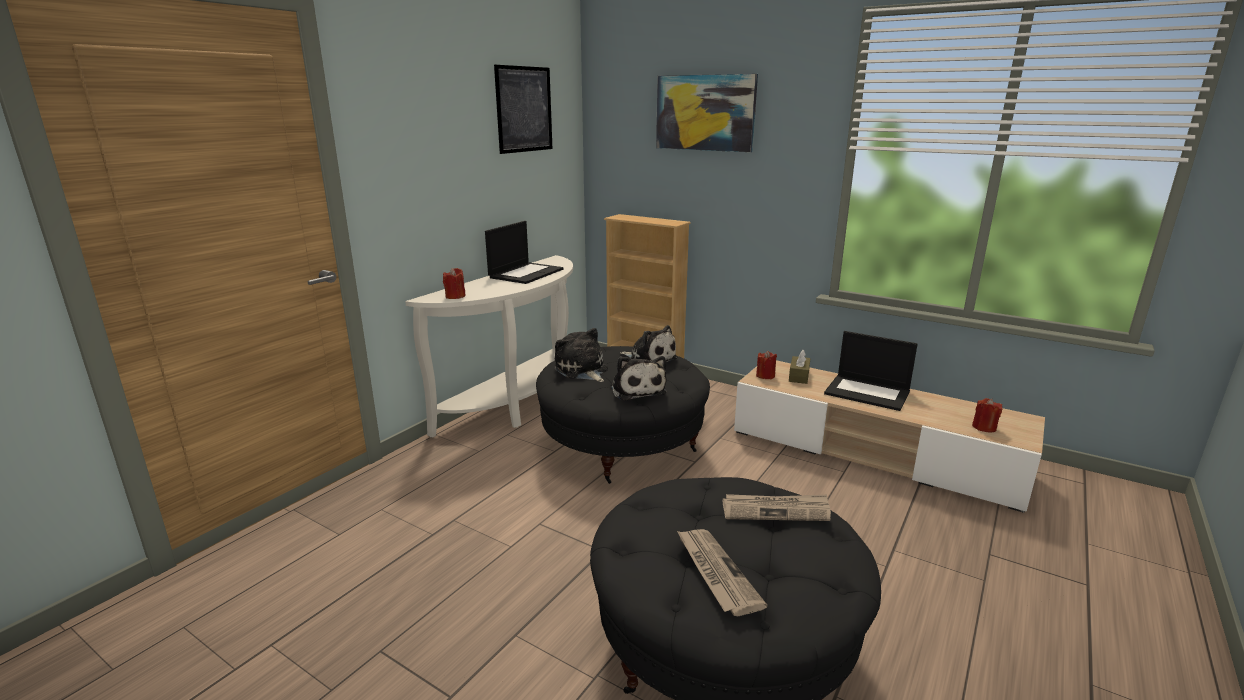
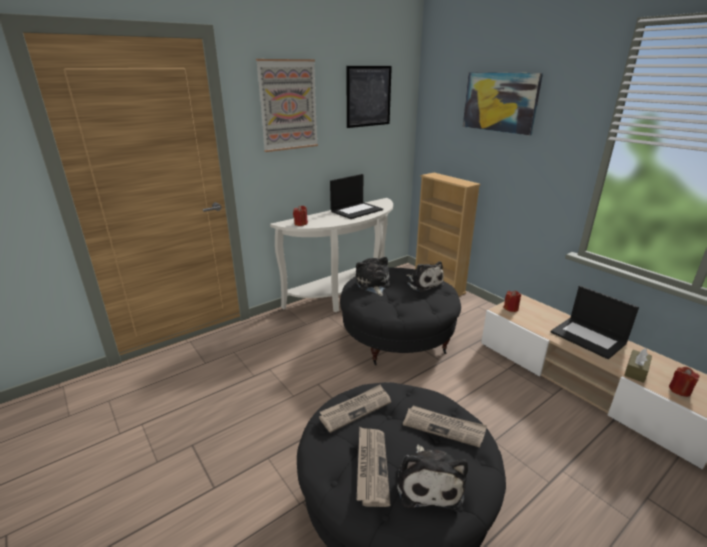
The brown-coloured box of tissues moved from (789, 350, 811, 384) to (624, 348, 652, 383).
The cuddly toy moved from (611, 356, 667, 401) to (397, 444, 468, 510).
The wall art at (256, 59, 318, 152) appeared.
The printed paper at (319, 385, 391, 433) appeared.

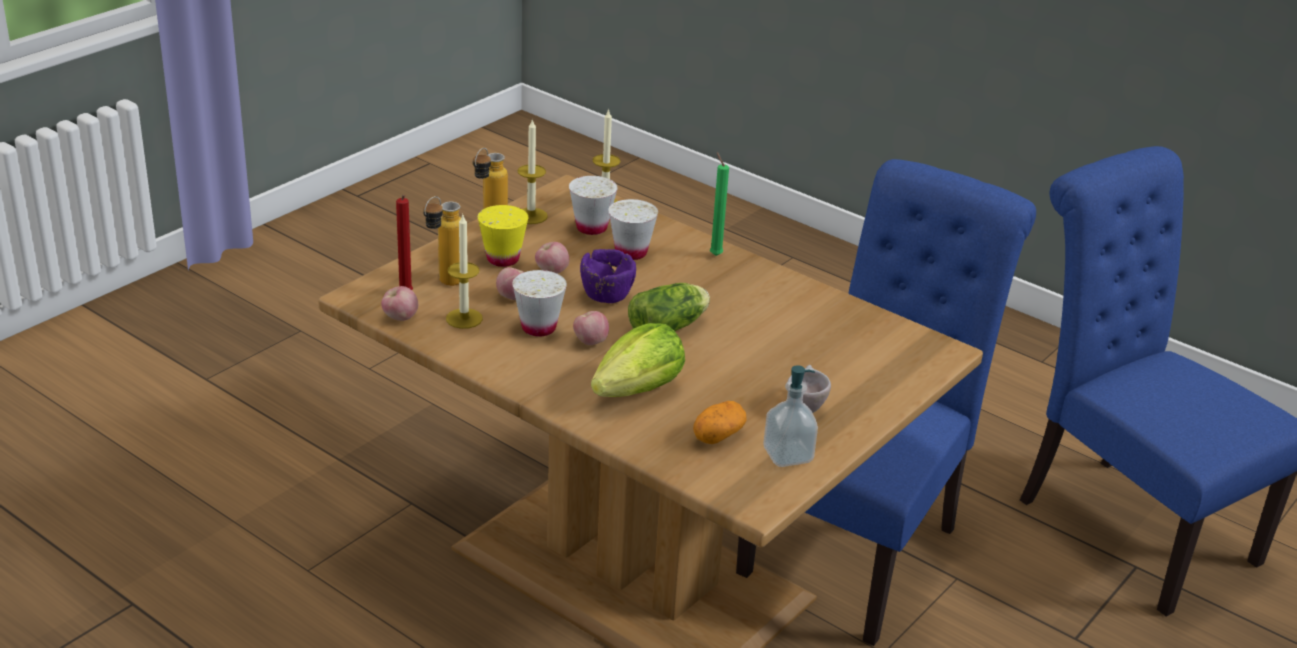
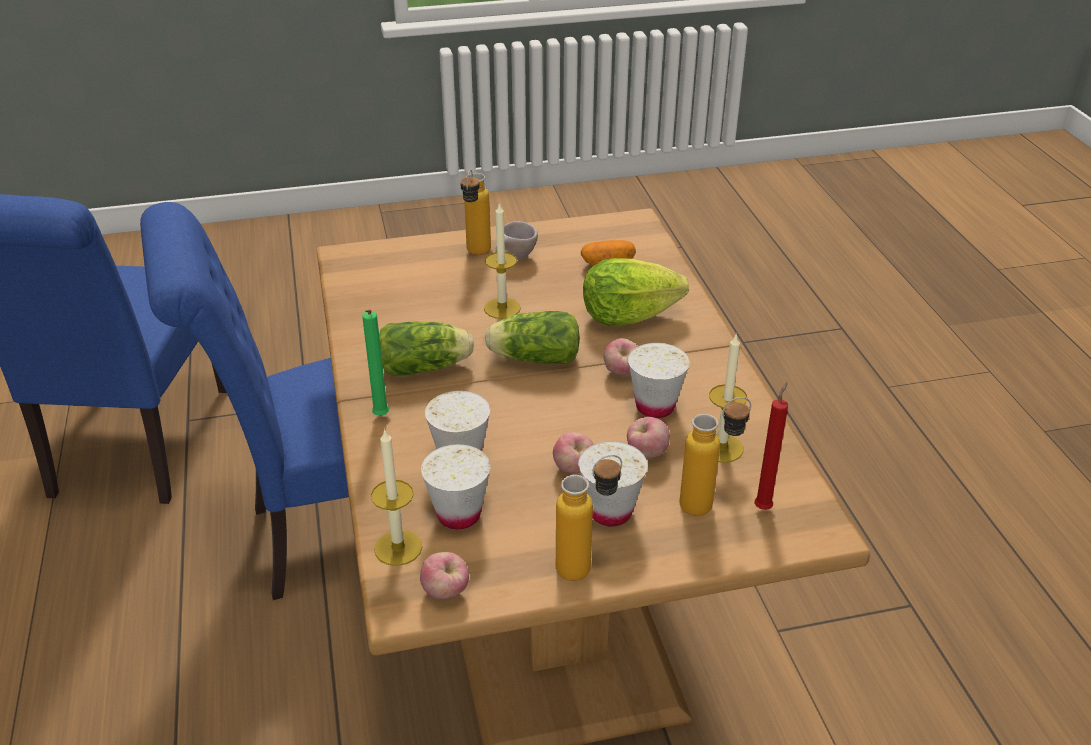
The candle moved from (518, 118, 548, 224) to (484, 202, 521, 319).
The yellow-coloured small cup at (478, 205, 528, 267) became the white-coloured small cup at (578, 441, 648, 527).
The purplish serving bowl at (580, 249, 636, 303) disappeared.
The whole apple moved from (381, 286, 418, 321) to (420, 552, 469, 599).
The soap bottle at (763, 365, 818, 467) disappeared.
The bottle at (460, 169, 491, 255) appeared.
The lettuce head at (379, 321, 474, 376) appeared.

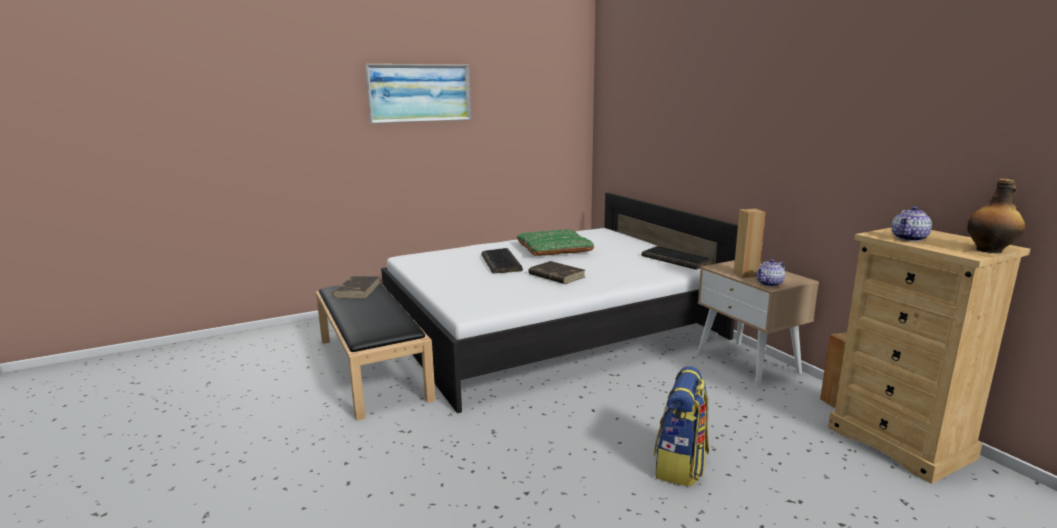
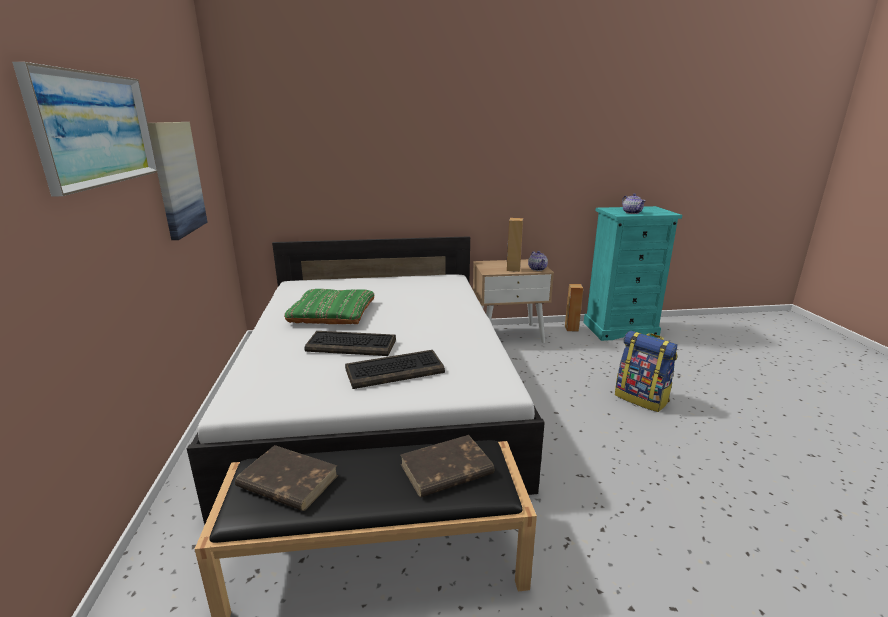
The bottle at (967, 179, 1025, 253) disappeared.
The beige chest of drawers at (828, 228, 1030, 484) became the turquoise chest of drawers at (584, 206, 682, 341).
The computer keyboard moved from (641, 246, 714, 270) to (345, 350, 445, 389).
The brown-coloured book moved from (528, 261, 585, 284) to (400, 435, 495, 497).
The wall art at (148, 122, 207, 240) appeared.

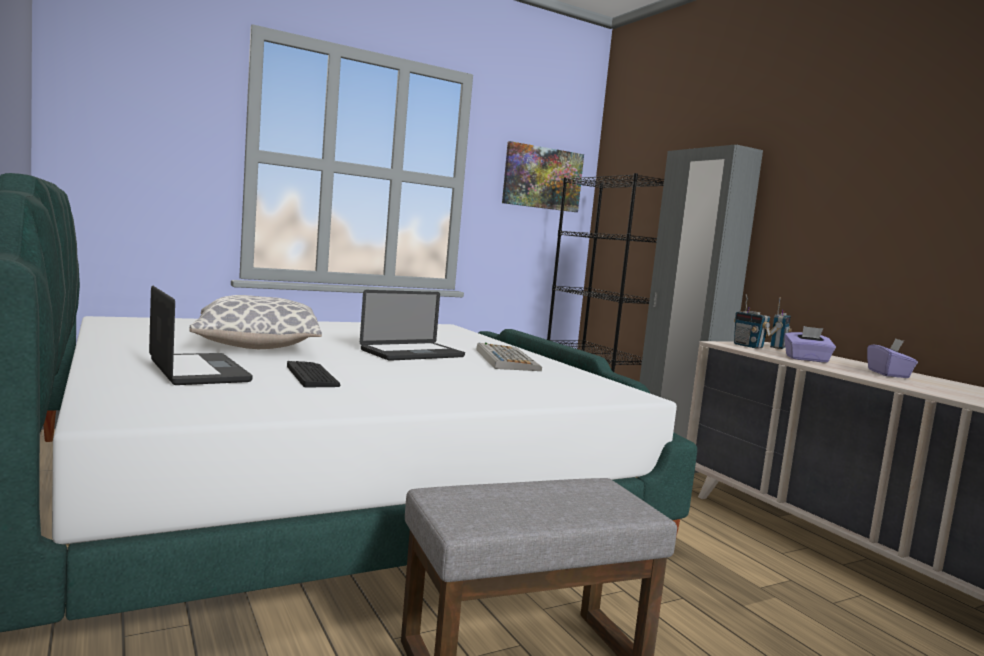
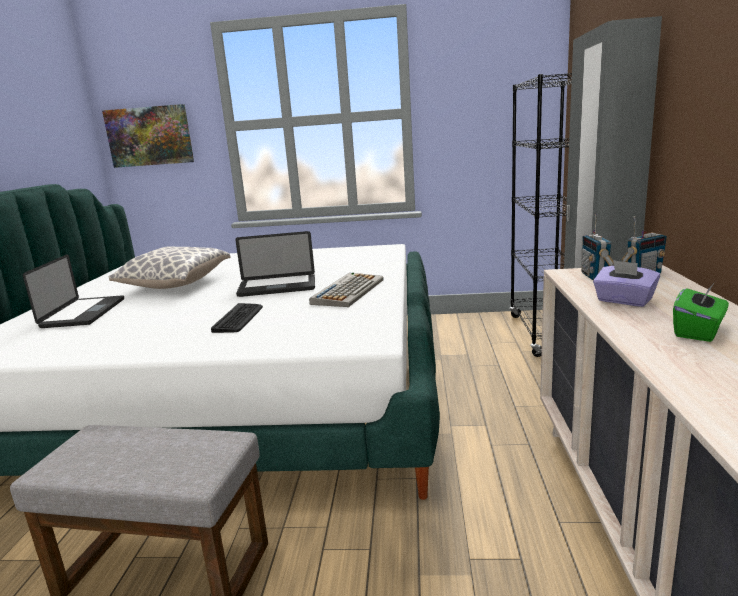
The wall art moved from (502, 141, 584, 212) to (102, 104, 194, 168).
The purplish box of tissues at (867, 339, 918, 378) became the green box of tissues at (673, 282, 729, 342).
The computer keyboard moved from (287, 361, 340, 387) to (211, 303, 263, 333).

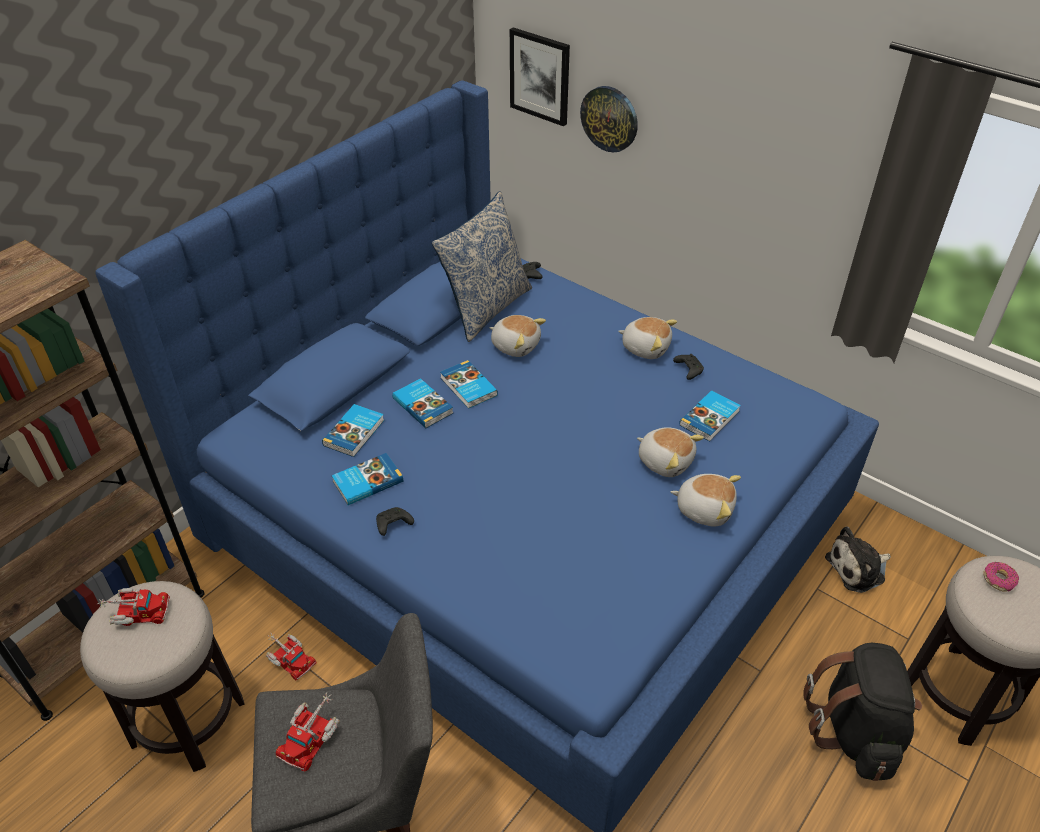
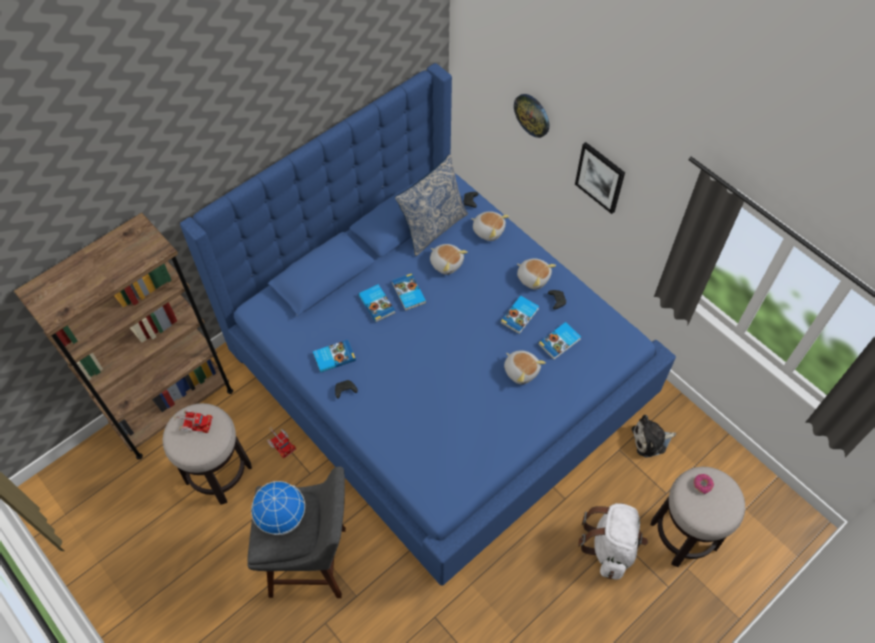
The wall art moved from (510, 27, 570, 126) to (575, 142, 625, 214).
The book moved from (322, 404, 384, 457) to (500, 296, 539, 334).
The cuddly toy moved from (670, 474, 741, 526) to (471, 211, 509, 241).
The black knapsack at (803, 643, 922, 781) became the white-coloured knapsack at (578, 503, 648, 580).
The model truck at (276, 693, 340, 771) was replaced by the world globe at (251, 481, 305, 535).

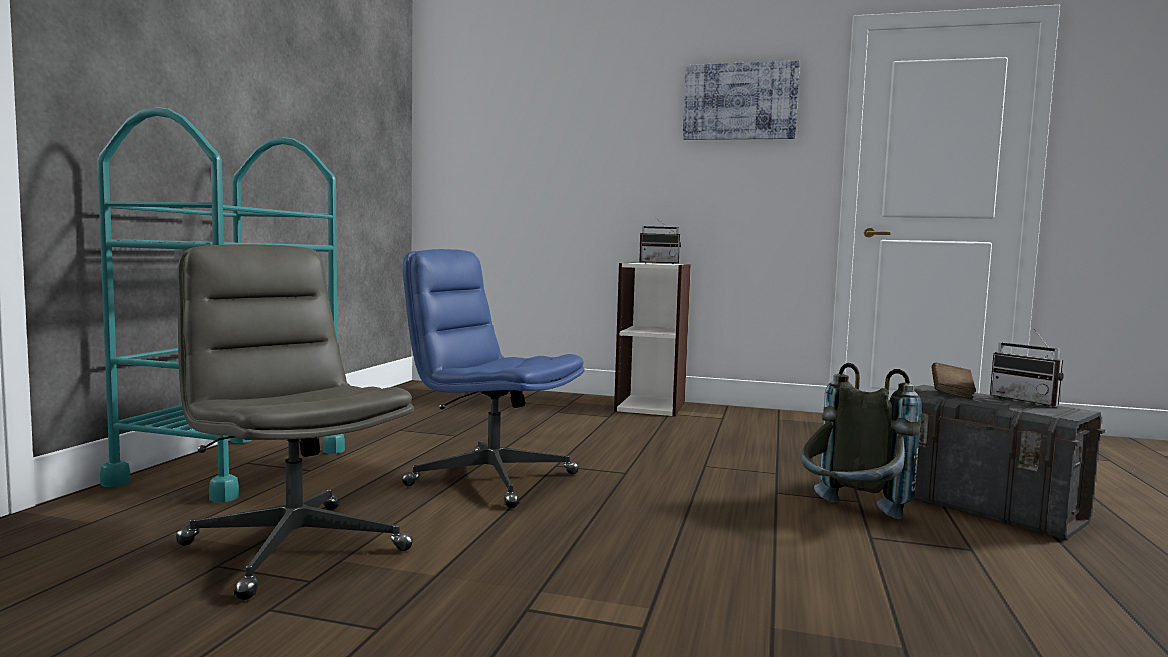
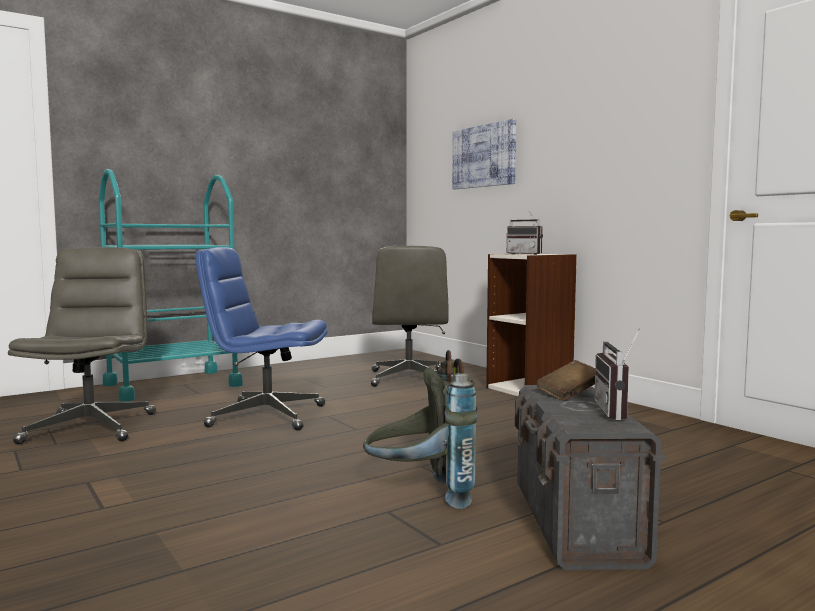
The wall art moved from (683, 61, 800, 140) to (452, 119, 516, 189).
The blue-coloured computer chair at (402, 249, 585, 508) turned 60 degrees counterclockwise.
The grey computer chair at (371, 246, 449, 387) appeared.

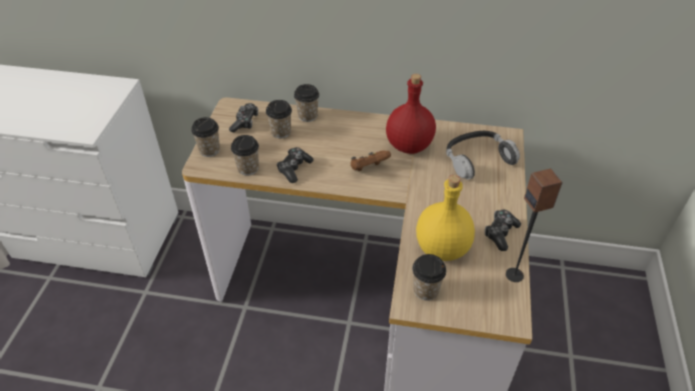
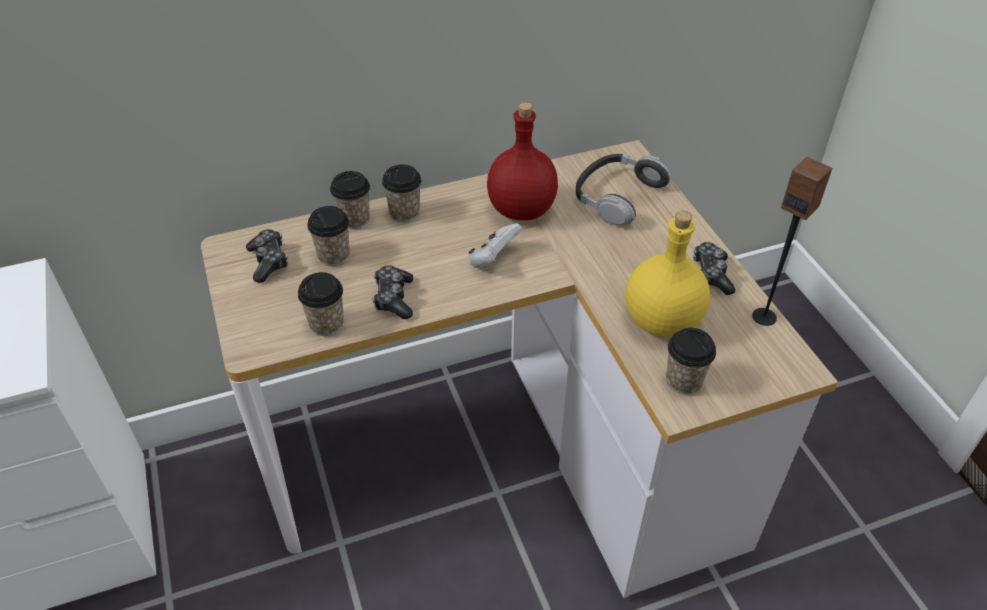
The small cup moved from (191, 117, 220, 157) to (382, 164, 422, 222).
The brown-coloured gamepad at (350, 151, 391, 171) became the white-coloured gamepad at (468, 223, 523, 268).

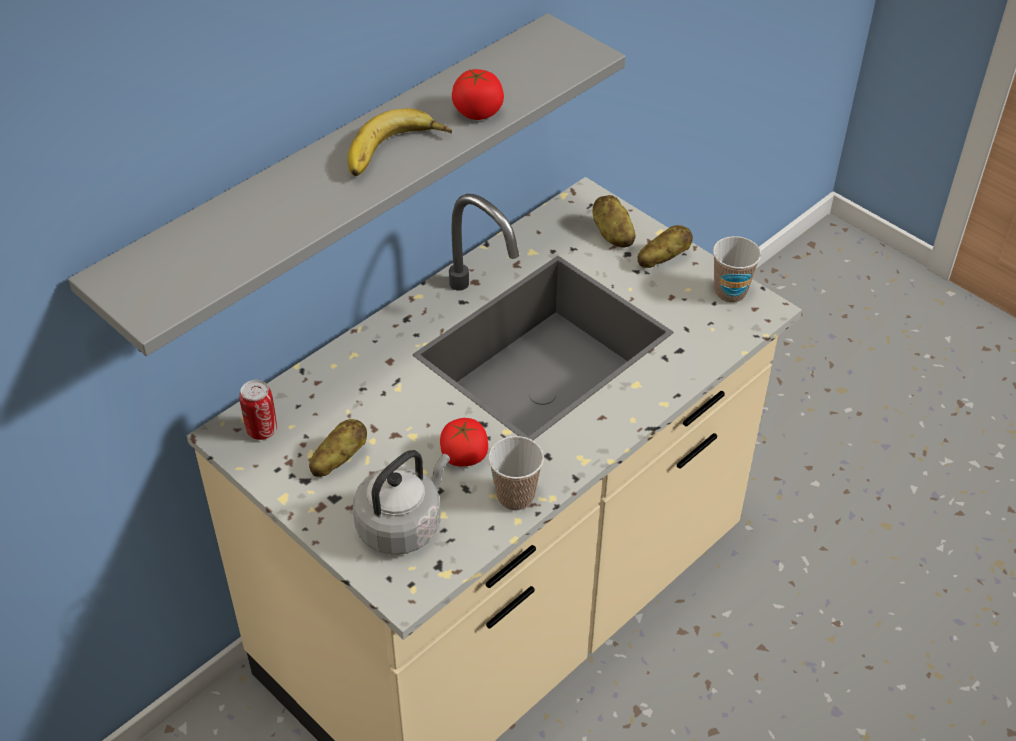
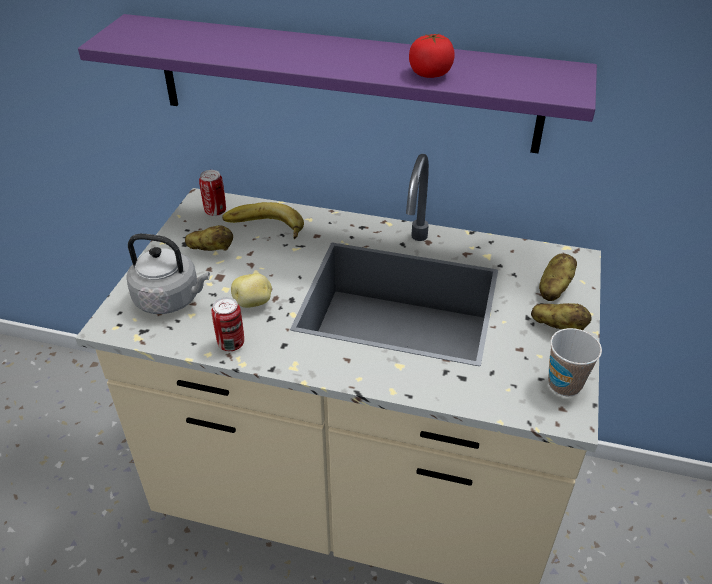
The grey wall shelf at (68, 13, 626, 356) became the purplish wall shelf at (78, 14, 597, 153).
The whole banana moved from (347, 108, 452, 176) to (222, 202, 304, 239).
The tomato at (440, 418, 488, 466) was replaced by the spud at (231, 273, 272, 308).
The small cup at (488, 436, 544, 511) was replaced by the sealed can at (211, 297, 244, 351).

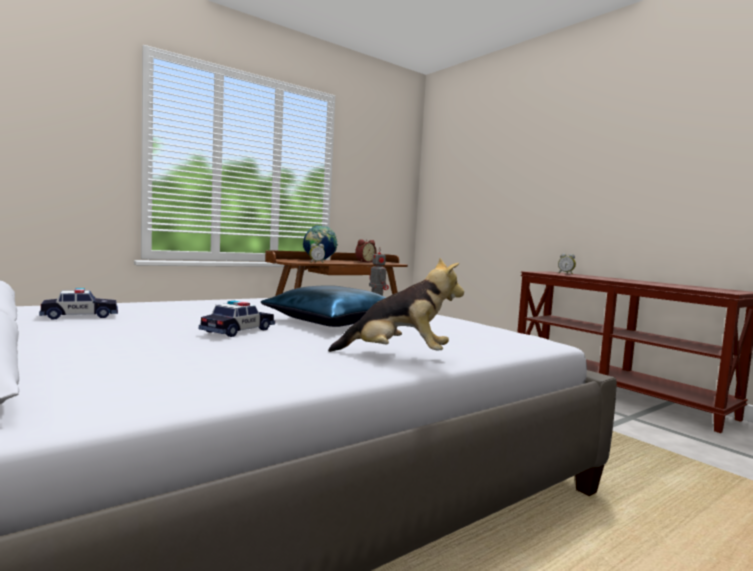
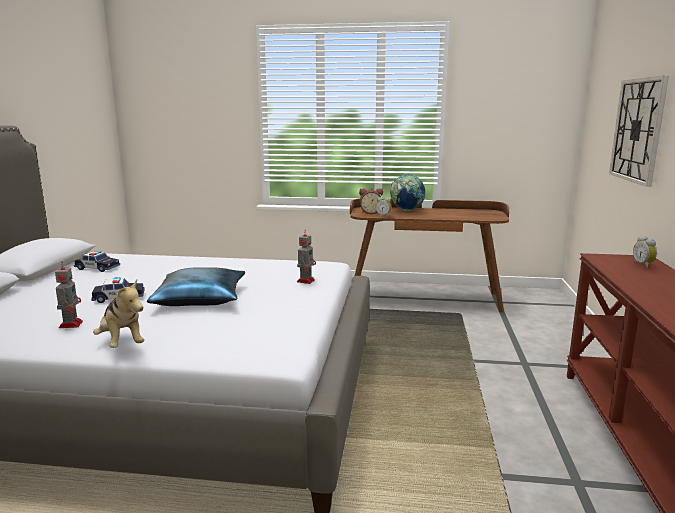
The table clock moved from (355, 239, 377, 262) to (359, 188, 383, 214).
The hanging clock at (609, 75, 669, 187) appeared.
The model robot at (55, 261, 83, 328) appeared.

